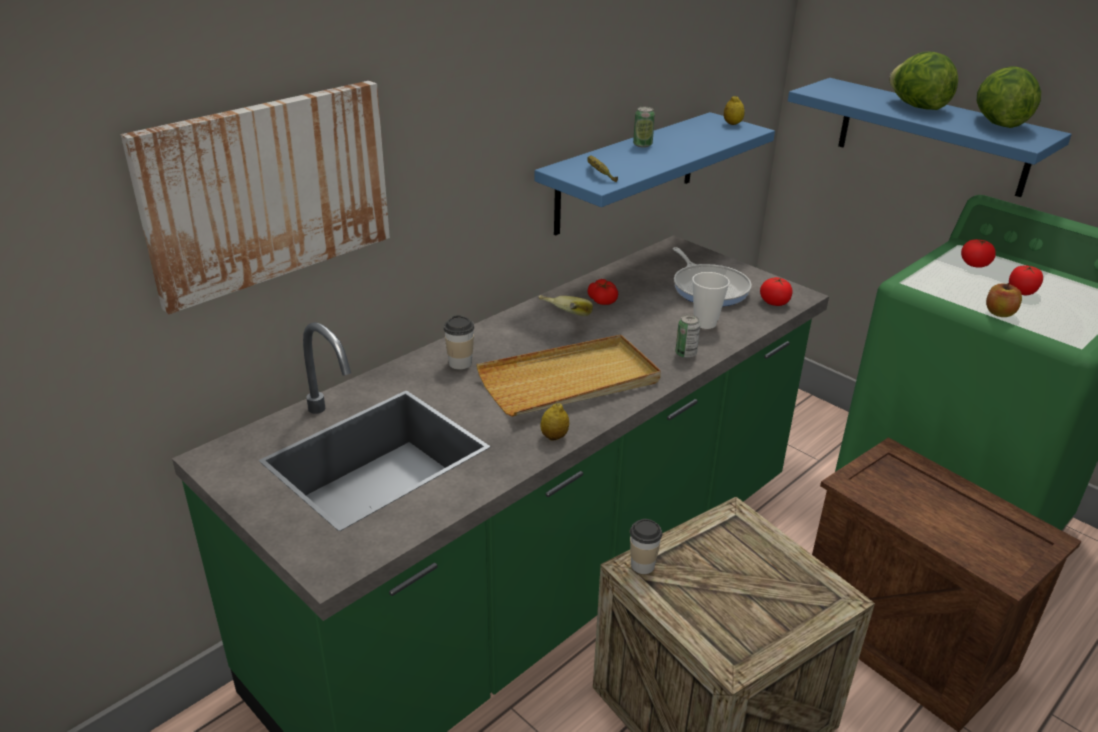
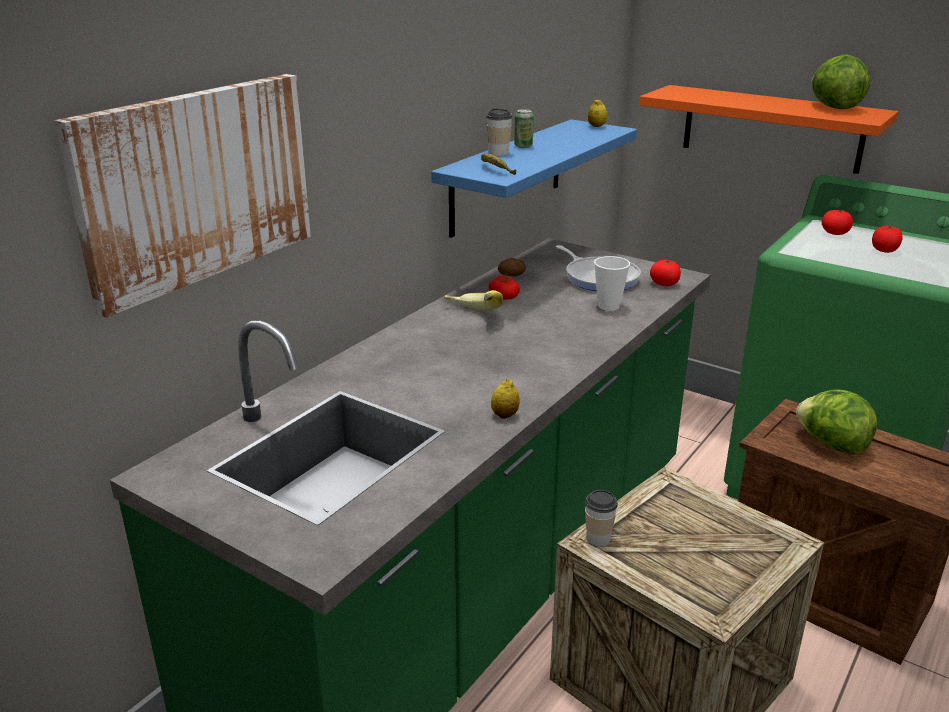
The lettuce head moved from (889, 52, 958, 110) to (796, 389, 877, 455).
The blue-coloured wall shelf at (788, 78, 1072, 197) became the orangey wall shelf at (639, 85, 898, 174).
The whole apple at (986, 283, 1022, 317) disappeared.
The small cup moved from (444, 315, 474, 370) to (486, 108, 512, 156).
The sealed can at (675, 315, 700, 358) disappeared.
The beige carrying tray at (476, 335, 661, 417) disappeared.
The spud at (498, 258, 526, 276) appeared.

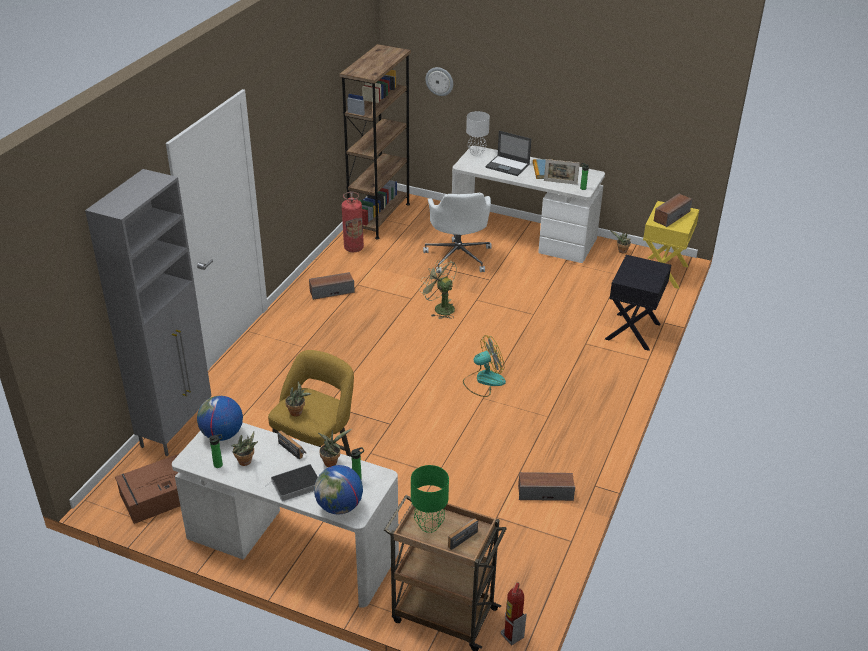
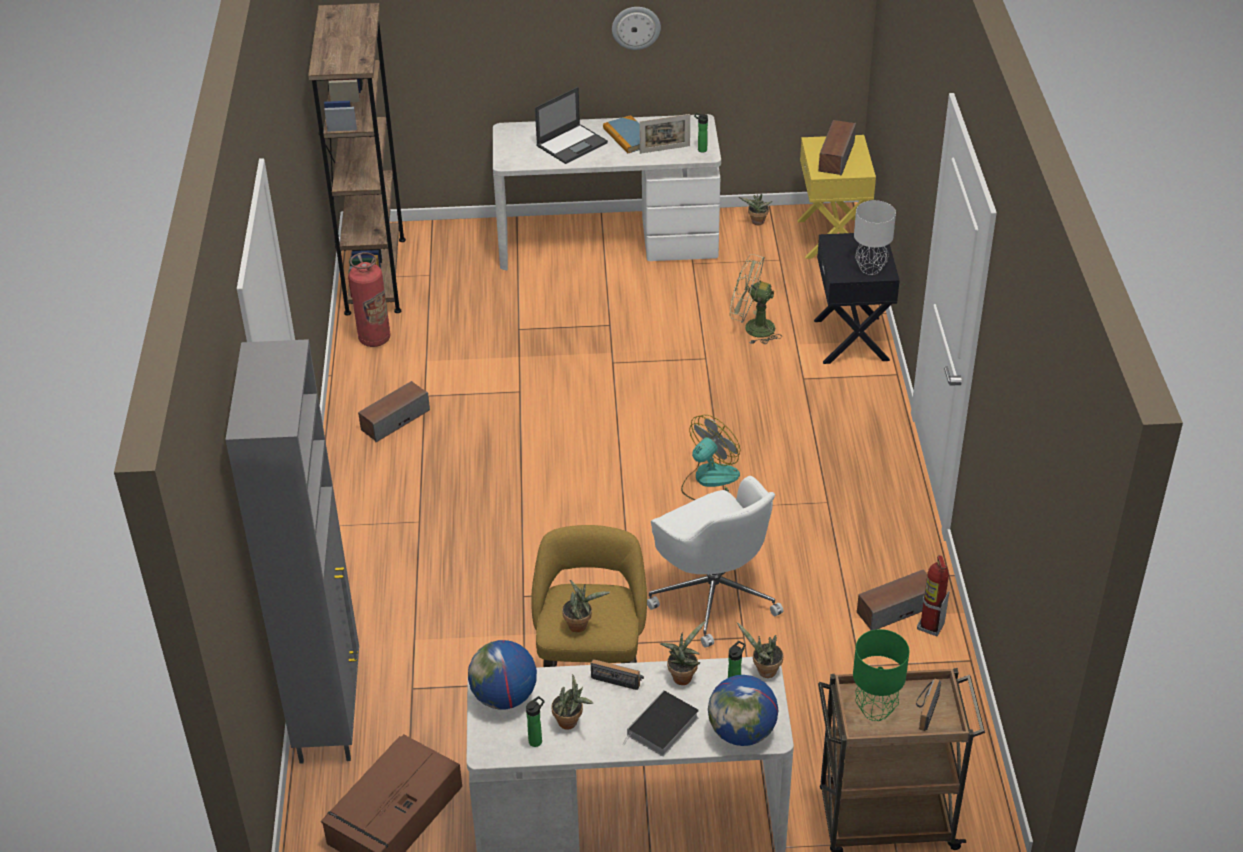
The hanging clock moved from (425, 67, 453, 96) to (612, 7, 661, 50).
The grey lamp for a table moved from (466, 111, 490, 156) to (854, 200, 896, 275).
The portable computer at (485, 131, 531, 176) turned 45 degrees counterclockwise.
The white-coloured computer chair moved from (423, 193, 492, 273) to (647, 476, 784, 648).
The green cooling fan moved from (419, 258, 457, 319) to (730, 254, 782, 344).
The extinguisher moved from (501, 582, 527, 645) to (917, 555, 950, 636).
The plant in a pot at (737, 622, 783, 678) appeared.

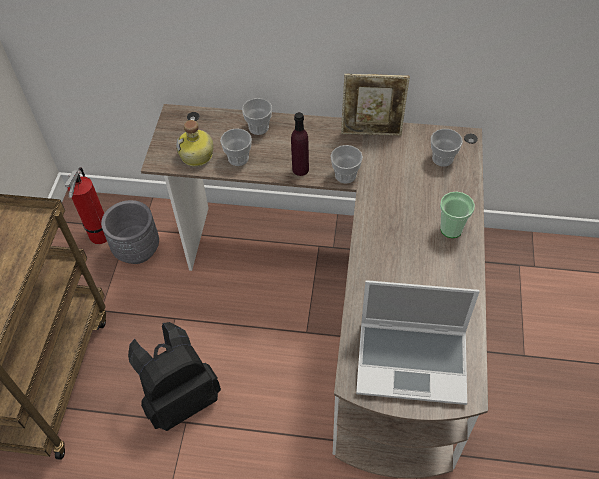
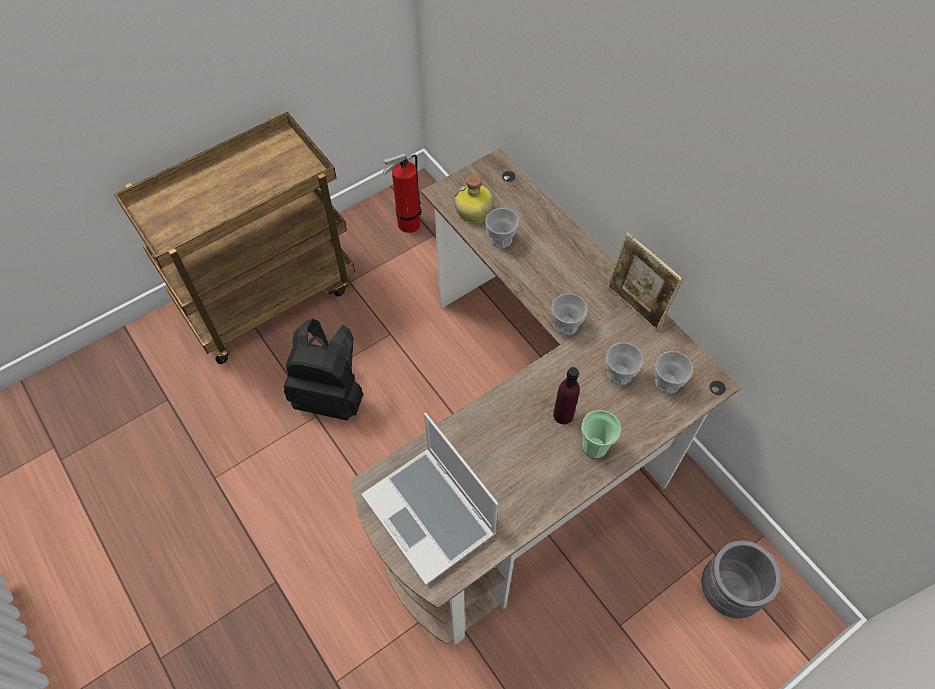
The small cup moved from (242, 98, 272, 135) to (606, 342, 644, 385).
The purplish bottle moved from (291, 112, 309, 176) to (553, 367, 580, 424).
The grey plant pot moved from (101, 200, 159, 264) to (702, 540, 781, 618).

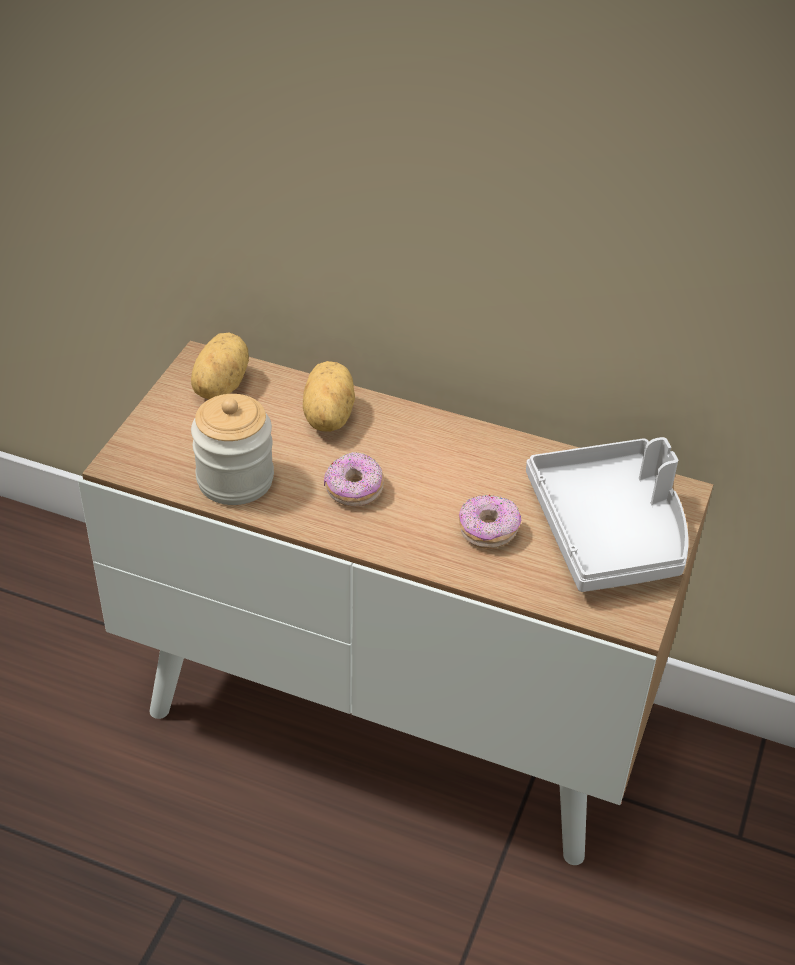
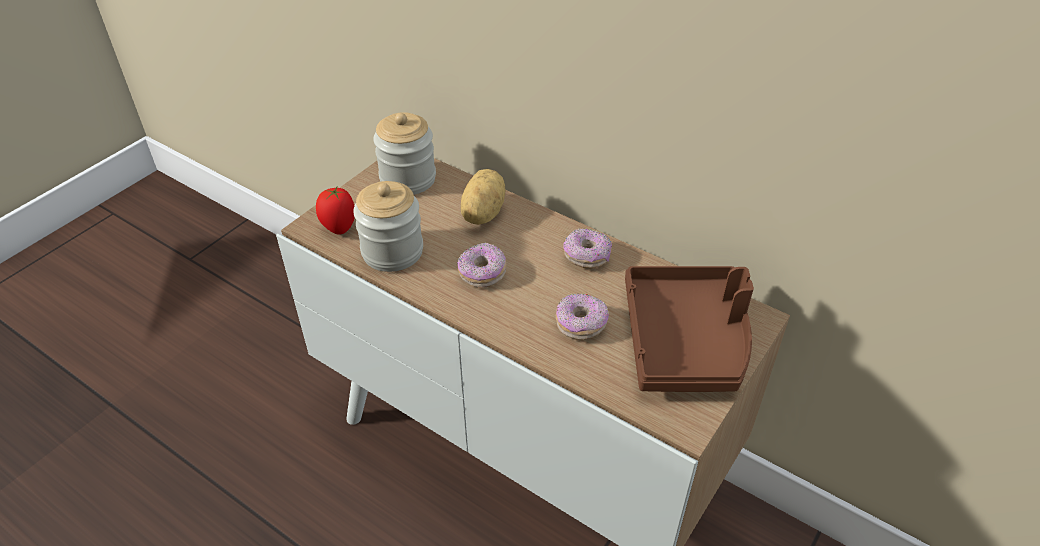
The spud at (191, 332, 249, 399) was replaced by the storage jar at (373, 112, 436, 195).
The grey carrying tray at (526, 437, 688, 592) became the brown-coloured carrying tray at (625, 266, 754, 392).
The tomato at (316, 187, 355, 235) appeared.
The doughnut at (564, 228, 612, 269) appeared.

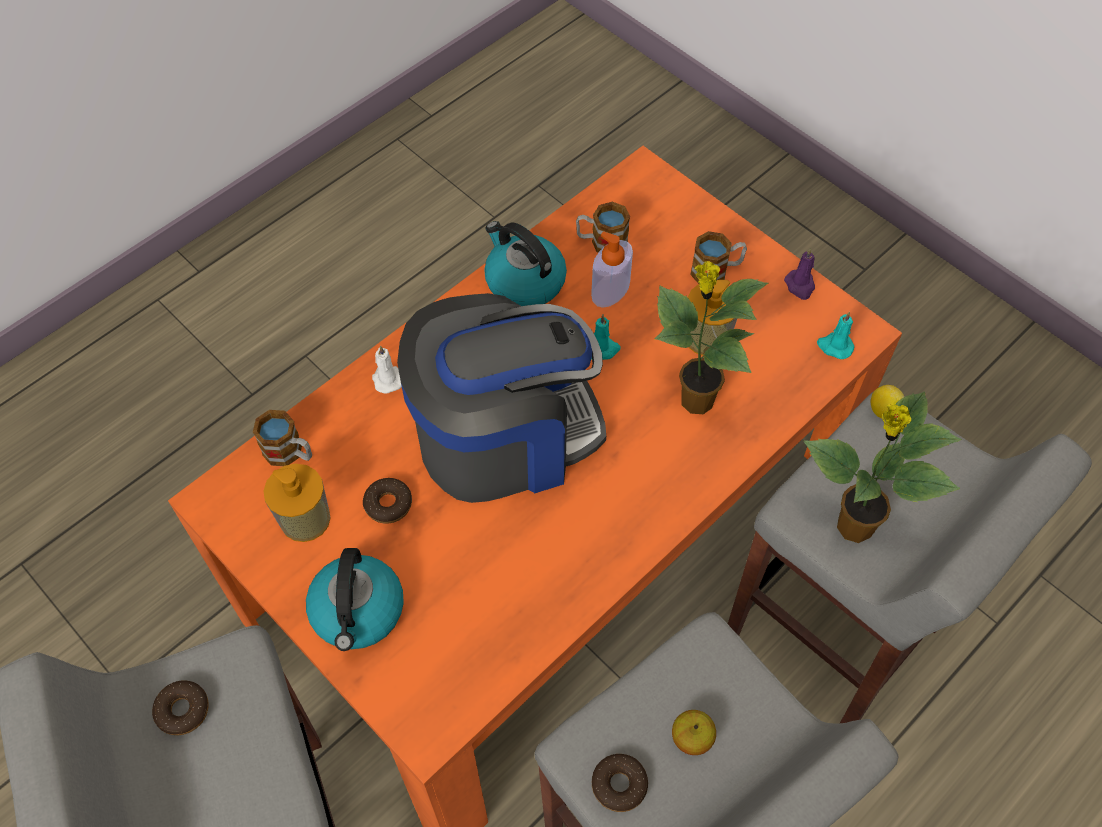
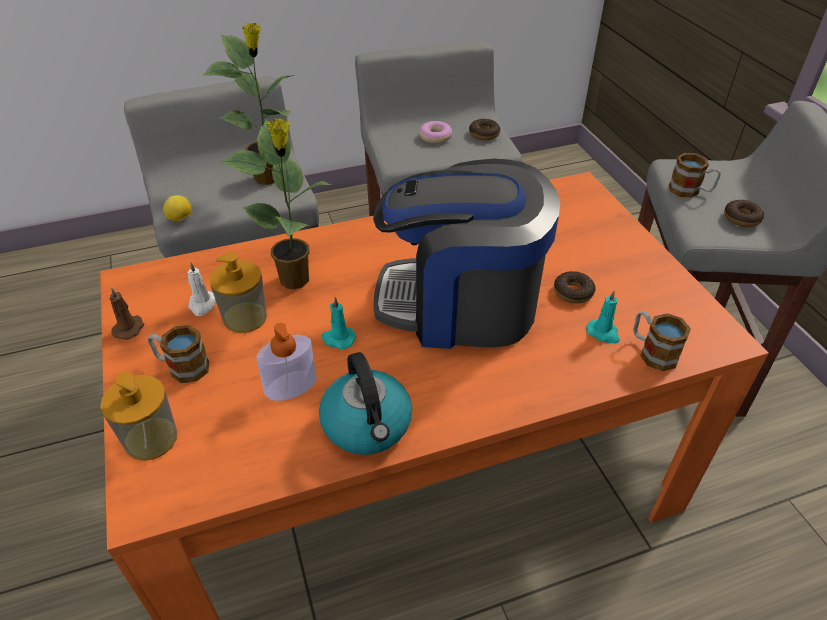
The coffee mug moved from (576, 202, 630, 253) to (669, 153, 721, 198).
The purplish candle at (784, 248, 815, 300) became the brown-coloured candle at (110, 287, 144, 340).
The turquoise candle moved from (817, 312, 854, 359) to (586, 291, 620, 343).
The white-coloured candle moved from (372, 345, 402, 394) to (187, 262, 216, 316).
The soap bottle moved from (264, 464, 331, 542) to (100, 372, 177, 461).
The kettle at (306, 548, 404, 651) disappeared.
The whole apple at (672, 710, 716, 755) was replaced by the doughnut at (419, 121, 452, 144).

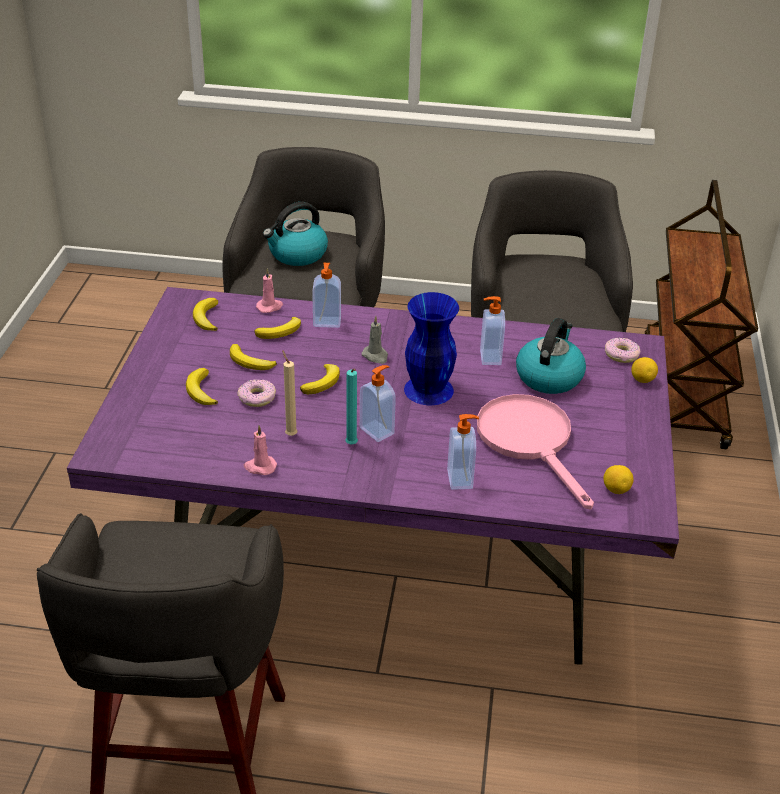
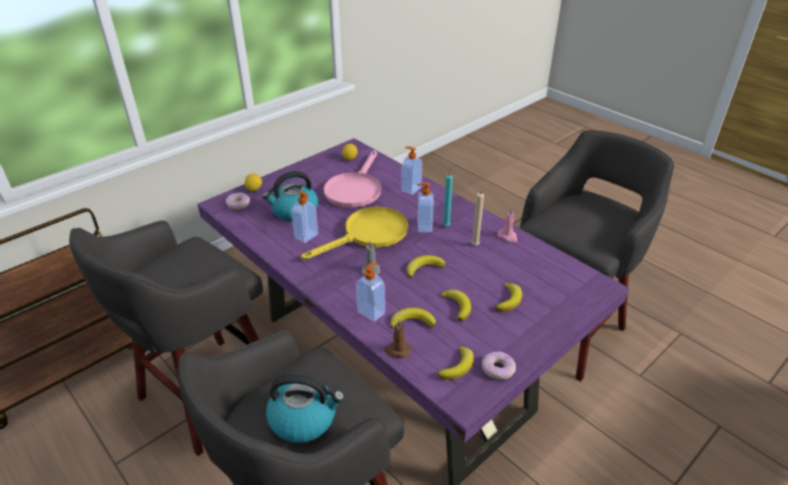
The pink candle at (256, 268, 283, 313) became the brown-coloured candle at (384, 320, 411, 358).
The blue-coloured decorative vase at (404, 292, 459, 405) was replaced by the yellow-coloured frying pan at (301, 207, 408, 260).
The doughnut moved from (238, 379, 276, 407) to (482, 351, 516, 380).

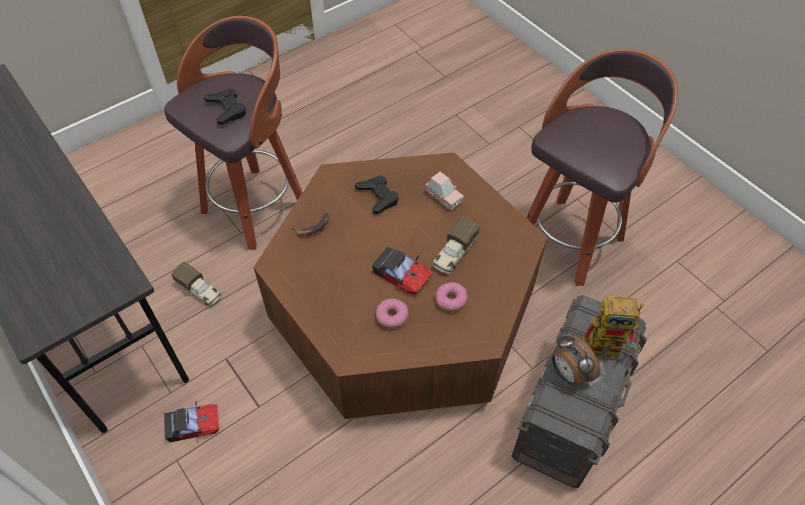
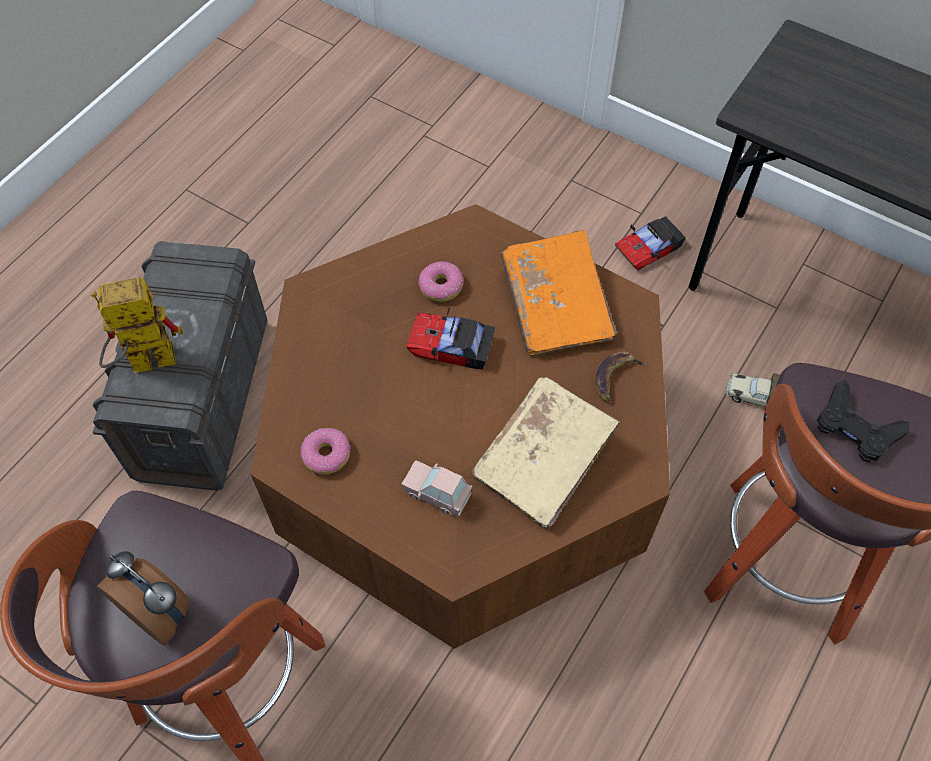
The black gamepad at (355, 175, 398, 214) was replaced by the beige book at (472, 377, 620, 529).
The model truck at (432, 217, 480, 274) disappeared.
The doughnut moved from (435, 282, 468, 312) to (301, 428, 351, 475).
The table clock moved from (552, 335, 600, 386) to (97, 551, 190, 646).
The orangey book at (501, 230, 617, 357) appeared.

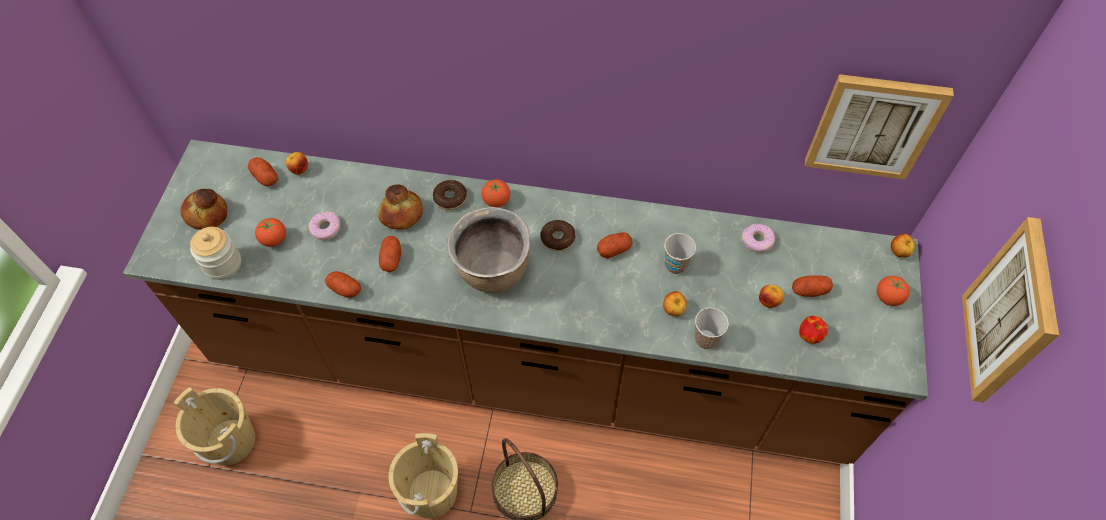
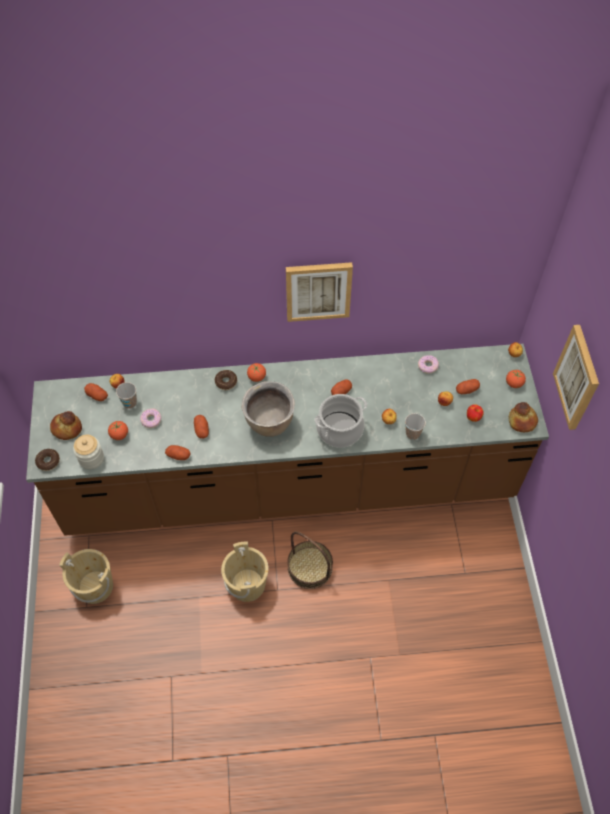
The wall art moved from (805, 74, 954, 180) to (286, 262, 353, 322).
The bakery bread moved from (378, 184, 423, 230) to (509, 402, 538, 432).
The doughnut moved from (540, 220, 576, 251) to (35, 449, 60, 471).
The small cup moved from (664, 233, 696, 274) to (116, 382, 137, 409).
The stockpot at (315, 394, 367, 448) appeared.

